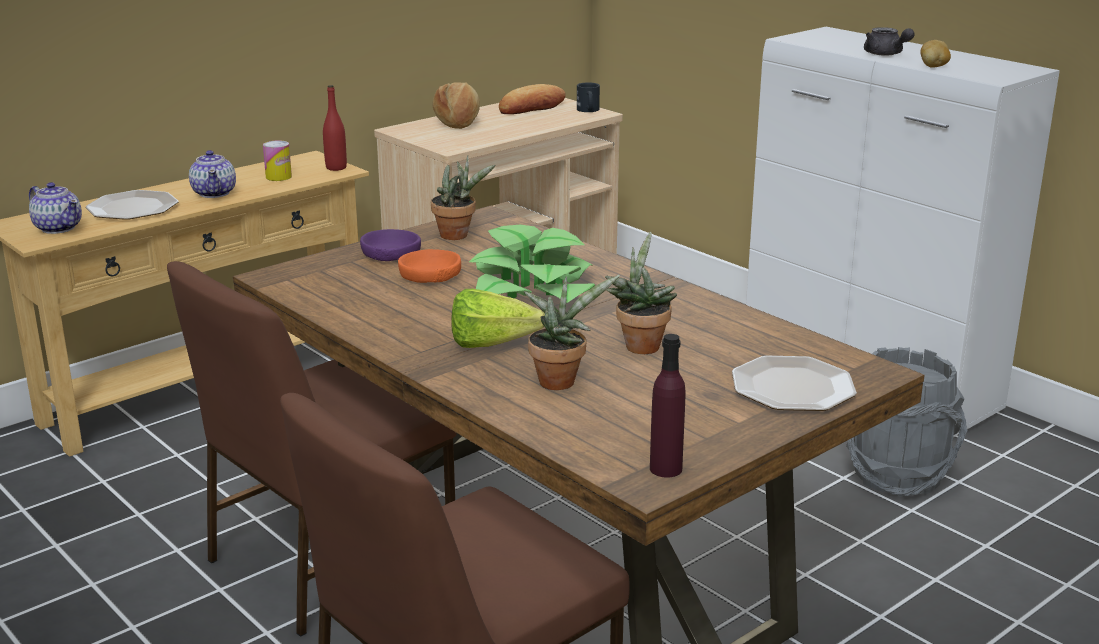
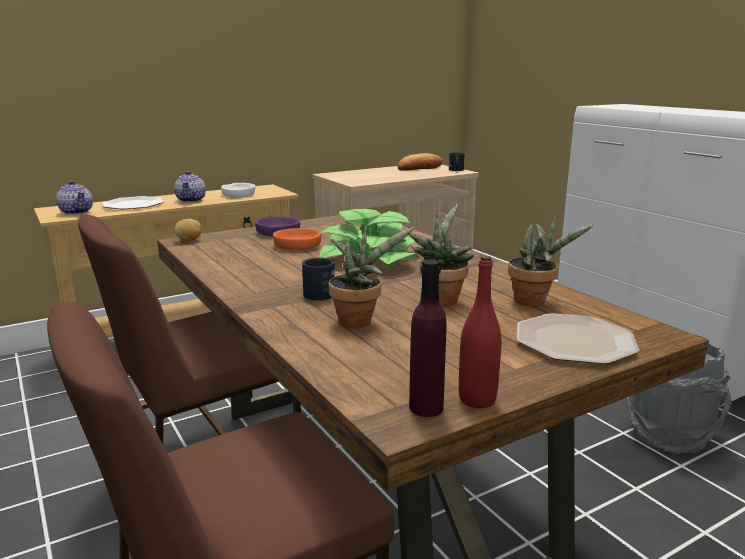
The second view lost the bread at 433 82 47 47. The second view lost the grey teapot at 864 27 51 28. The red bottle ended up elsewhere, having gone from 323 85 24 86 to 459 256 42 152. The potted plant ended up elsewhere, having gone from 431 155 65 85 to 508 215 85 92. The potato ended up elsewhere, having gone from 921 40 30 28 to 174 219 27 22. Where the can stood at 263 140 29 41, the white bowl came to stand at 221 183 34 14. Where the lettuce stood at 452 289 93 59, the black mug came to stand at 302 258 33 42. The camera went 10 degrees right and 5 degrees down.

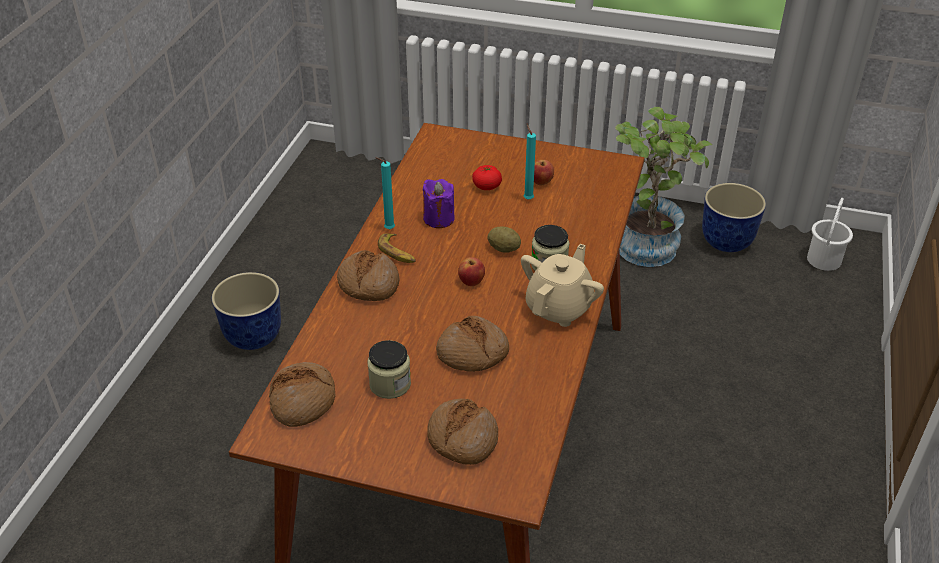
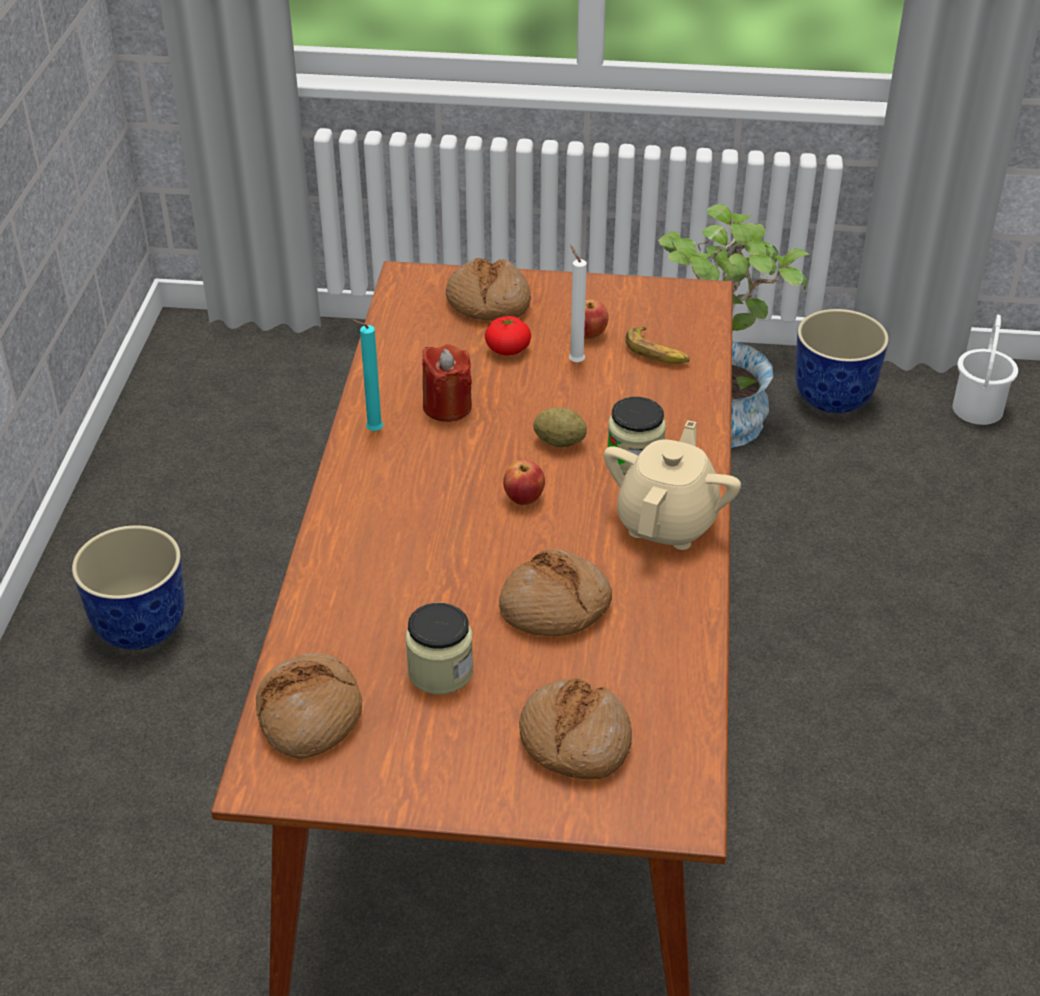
The bread ended up elsewhere, having gone from 337 250 62 51 to 446 258 86 63. The banana ended up elsewhere, having gone from 378 233 38 30 to 625 327 65 37. What was the purple candle at 423 179 32 49 turned into the red candle at 422 344 50 78. What was the turquoise candle at 523 124 13 76 turned into the white candle at 569 245 18 118. The camera went 10 degrees left and 0 degrees up.

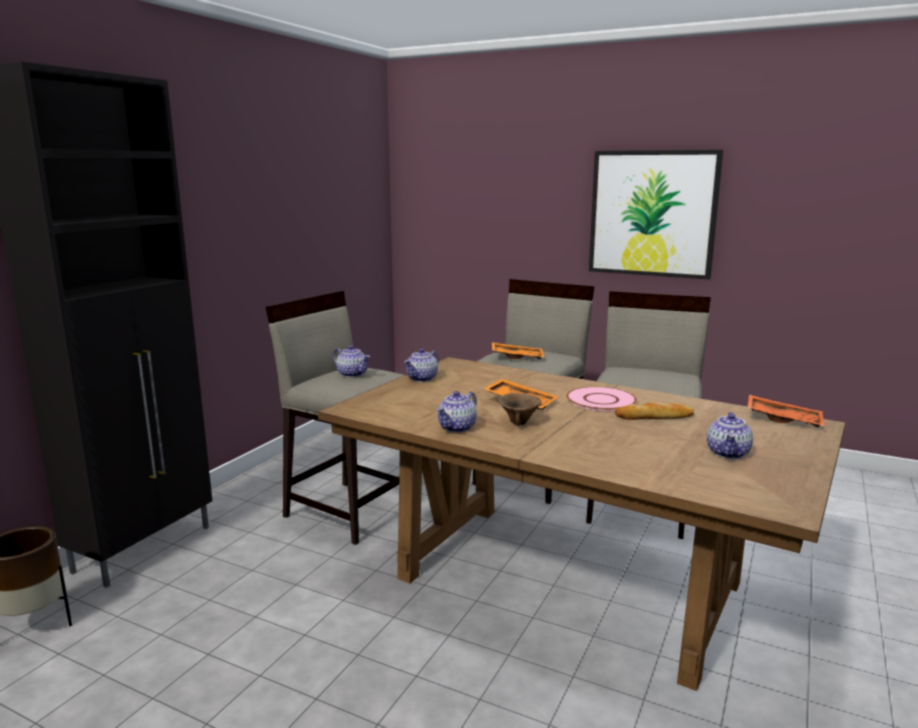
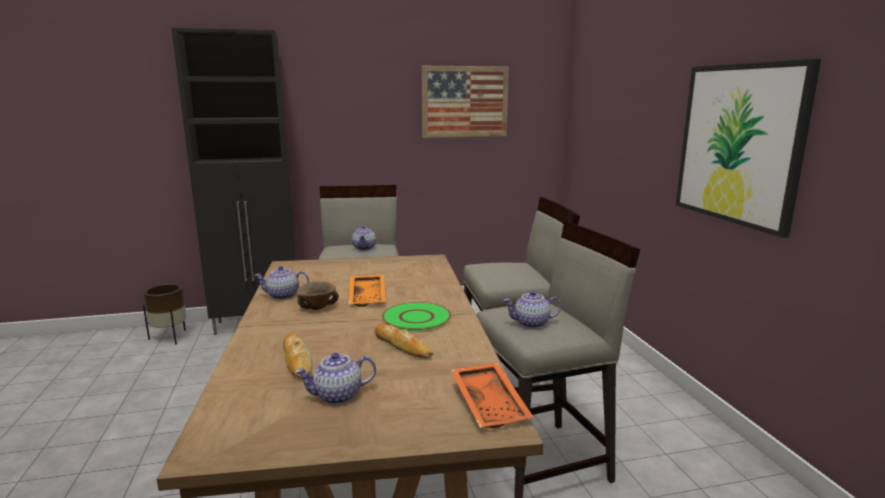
The second view lost the orange tray at 492 342 53 17. The second view gained the bread at 283 333 29 46. The second view gained the picture at 421 66 88 72. The teapot ended up elsewhere, having gone from 404 348 35 34 to 504 291 57 37. What was the pink plate at 566 387 71 24 turned into the green plate at 382 302 69 29. The camera went 50 degrees right and 0 degrees up.

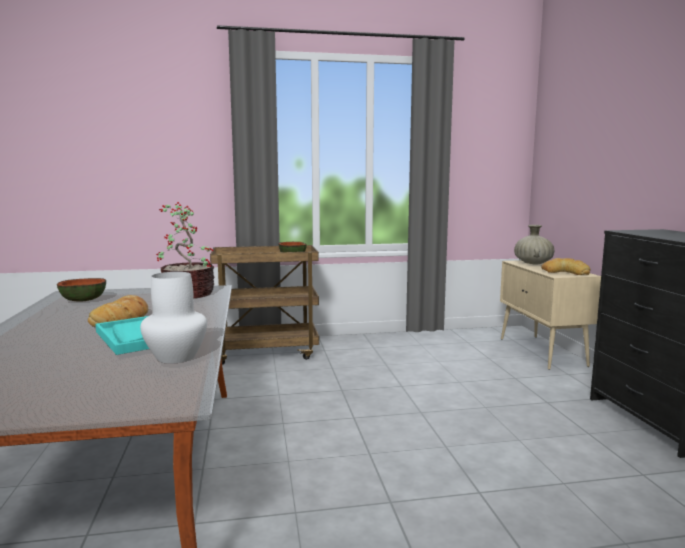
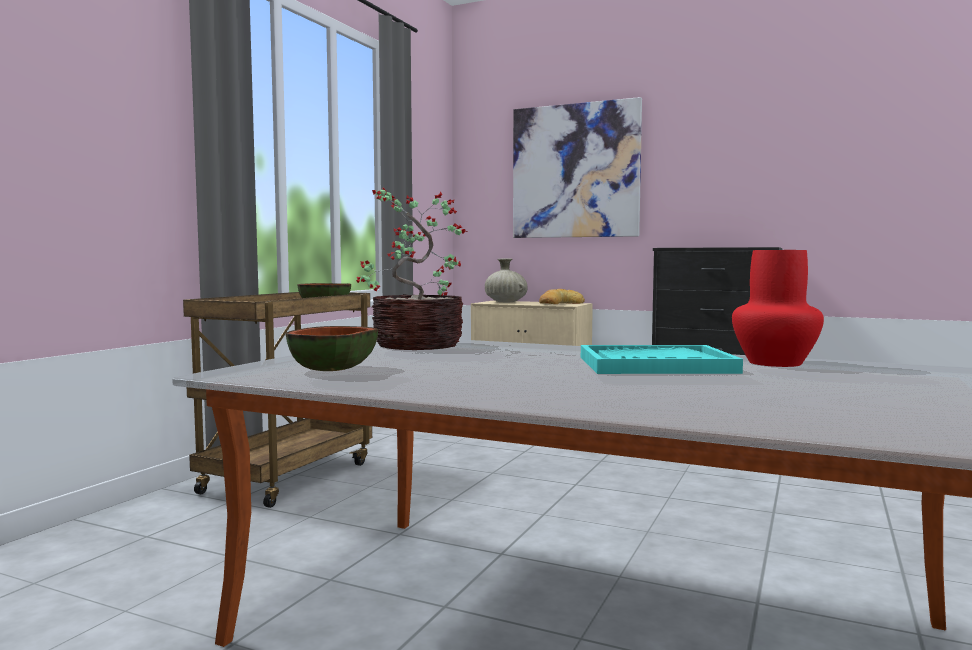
The second view lost the bread at 88 295 60 32. The second view gained the picture at 513 97 129 141. What was the white vase at 140 272 67 91 turned into the red vase at 732 250 92 117. The camera went 55 degrees left and 5 degrees down.

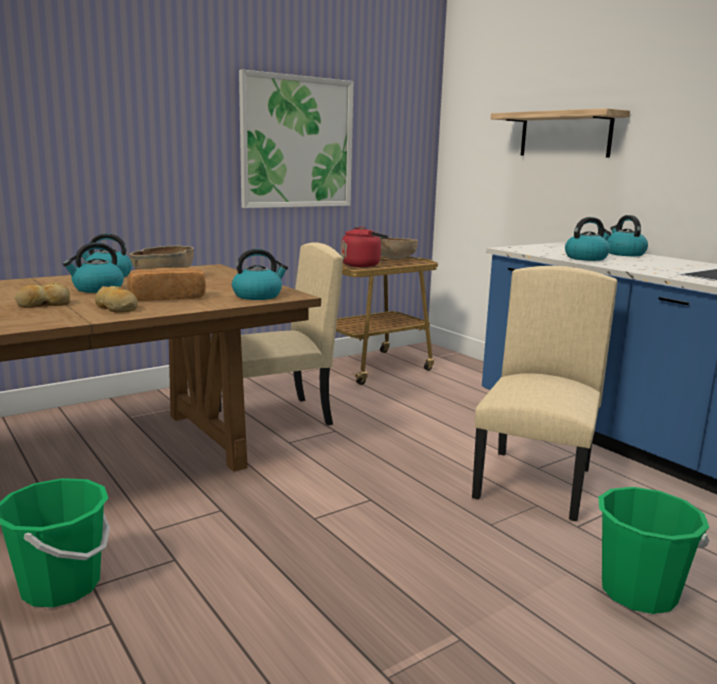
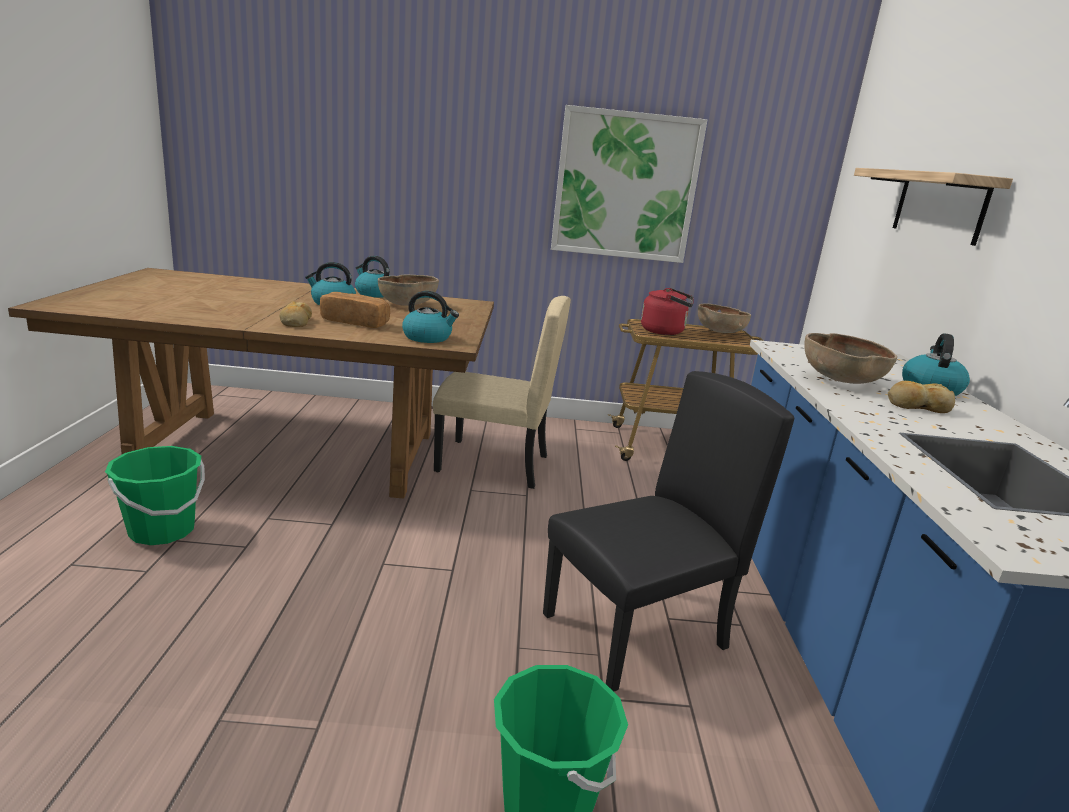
The bread ended up elsewhere, having gone from 15 283 56 25 to 888 381 67 32. Where the kettle stood at 565 217 46 44, the brown bowl came to stand at 804 333 93 51. What was the beige chair at 472 266 146 255 turned into the black chair at 543 371 251 321. The camera went 35 degrees right and 5 degrees up.

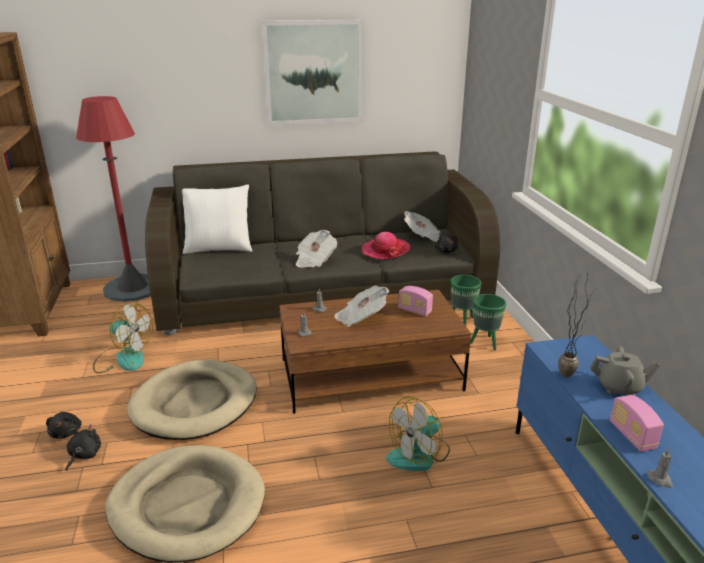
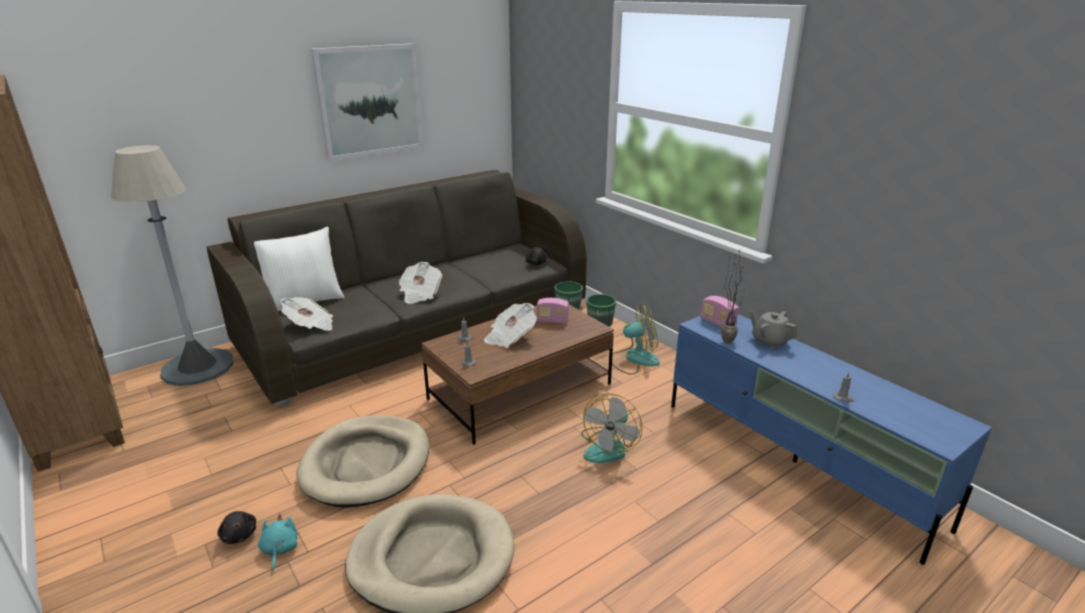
The second view lost the hat at 361 232 50 27. The fan ended up elsewhere, having gone from 93 302 60 71 to 612 303 48 72. The newspaper ended up elsewhere, having gone from 404 211 37 31 to 280 297 53 34. The radio ended up elsewhere, having gone from 610 395 54 57 to 700 296 39 31. What was the black plush toy at 66 424 35 47 turned into the turquoise plush toy at 258 514 39 57. What was the red floor lamp at 76 96 75 206 turned into the grey floor lamp at 111 145 123 241. The grey teapot at 590 346 70 50 ended up facing another way, 120 degrees counterclockwise from before. The camera went 25 degrees left and 0 degrees up.

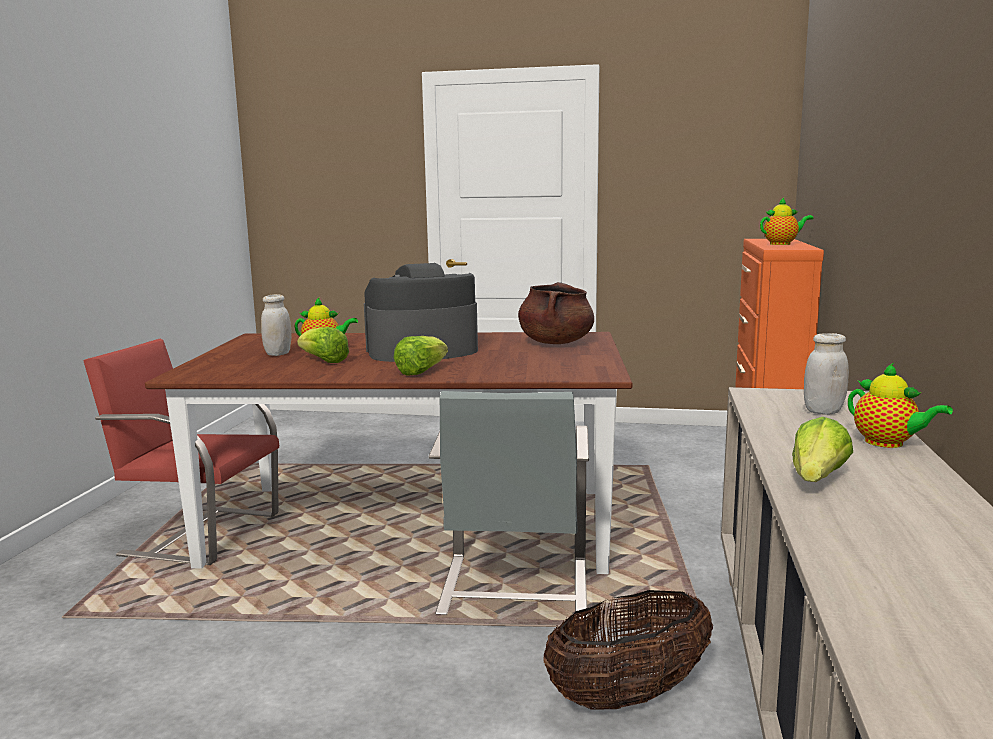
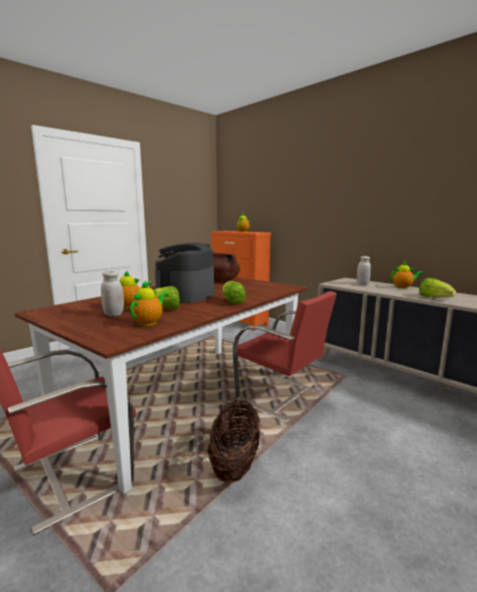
The second view gained the teapot at 130 281 38 45. The basket ended up elsewhere, having gone from 544 590 169 120 to 207 400 53 83. What was the grey chair at 429 391 160 229 turned into the red chair at 233 291 104 131. The camera went 55 degrees left and 0 degrees up.

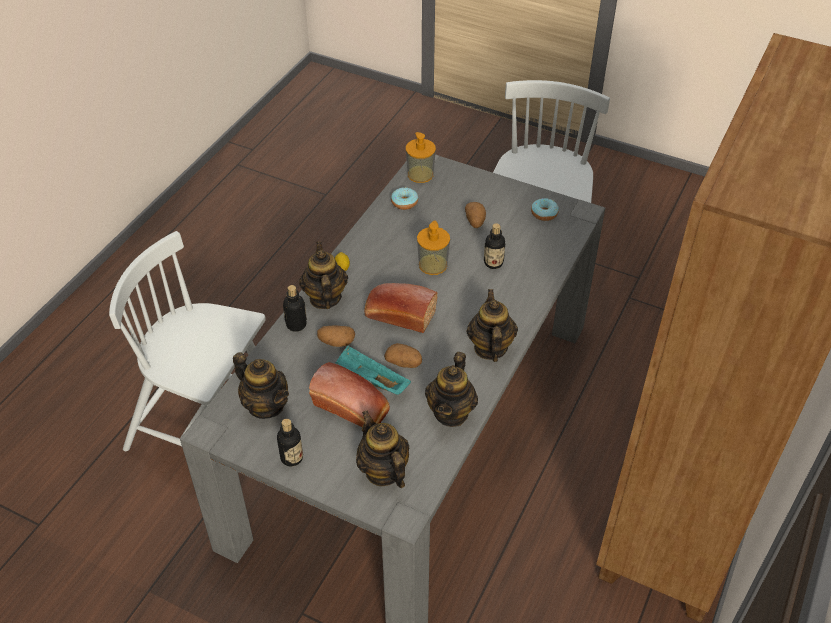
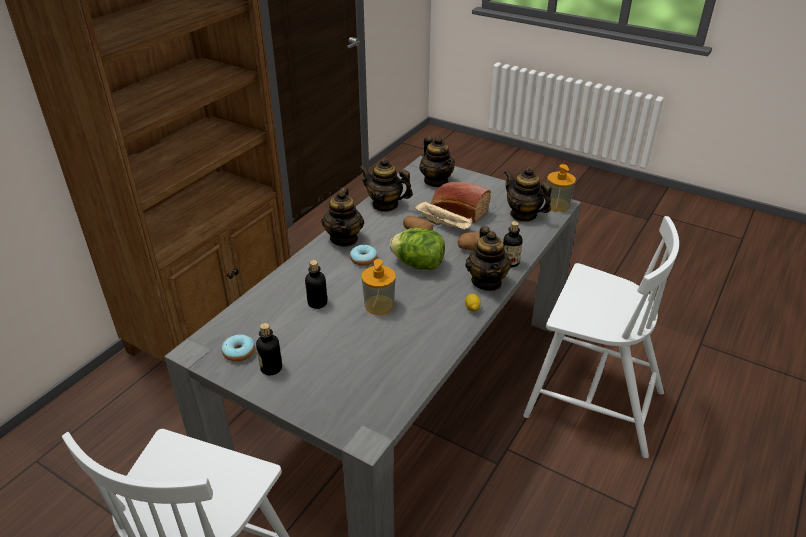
The second view lost the potato at 465 202 21 26. The bottle ended up elsewhere, having gone from 277 419 26 47 to 256 323 26 52. The donut ended up elsewhere, having gone from 391 187 27 23 to 350 245 27 21. The soap dispenser ended up elsewhere, having gone from 406 132 30 51 to 545 164 31 48. Where the bread stood at 364 283 73 50, the lettuce came to stand at 390 228 55 42. What was the turquoise tray at 336 346 75 49 turned into the beige tray at 414 201 59 29. The teapot at 425 352 53 75 ended up facing another way, 90 degrees counterclockwise from before. The camera went 175 degrees left and 10 degrees down.

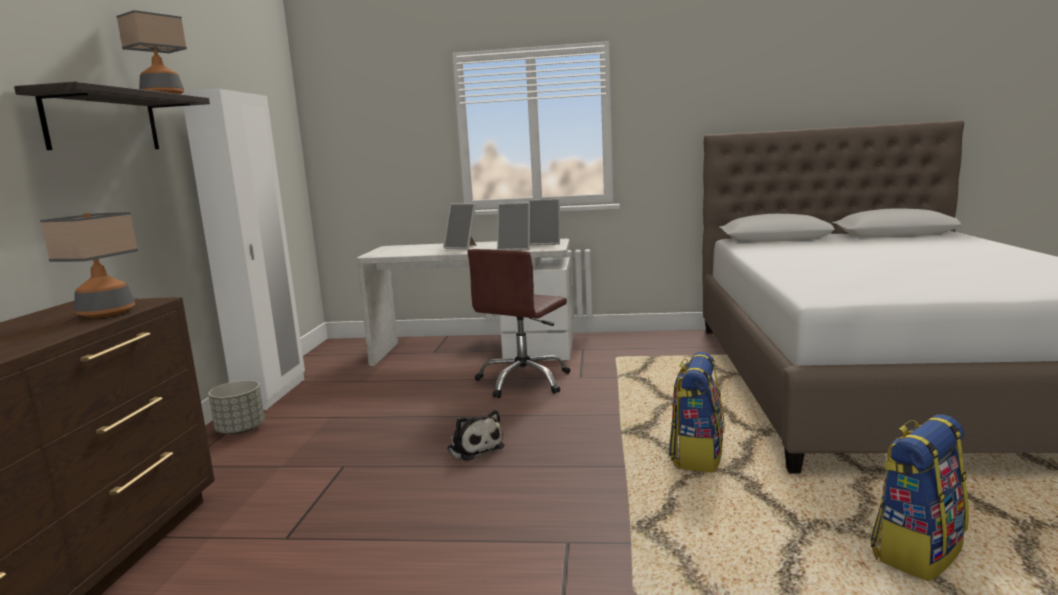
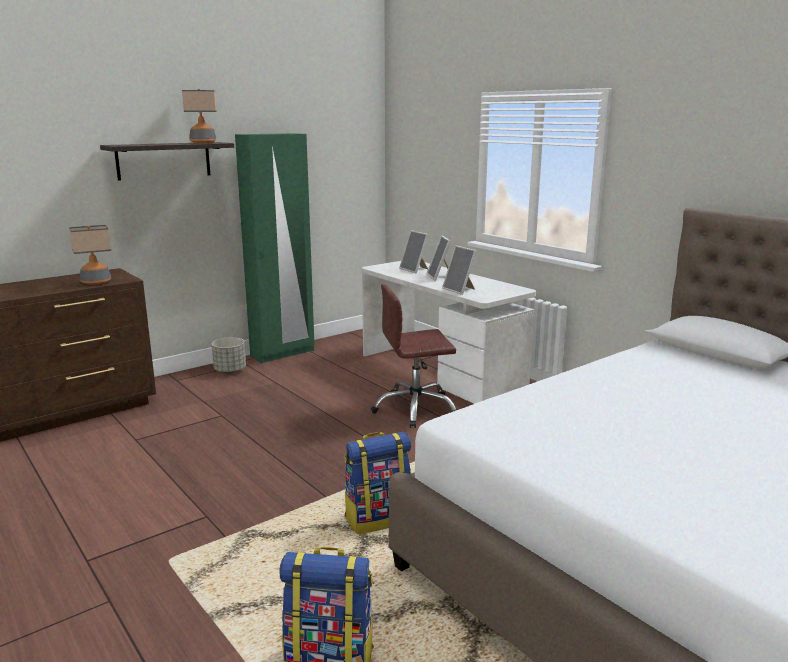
The second view lost the plush toy at 447 410 57 51. The picture frame ended up elsewhere, having gone from 529 199 31 46 to 399 230 29 43. What was the white wardrobe at 182 89 123 321 turned into the green wardrobe at 235 133 79 230. The camera went 45 degrees right and 5 degrees up.

